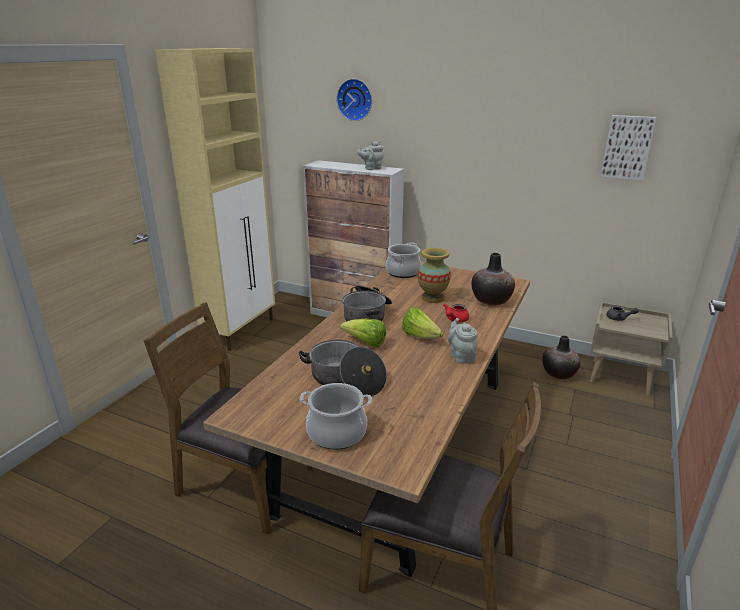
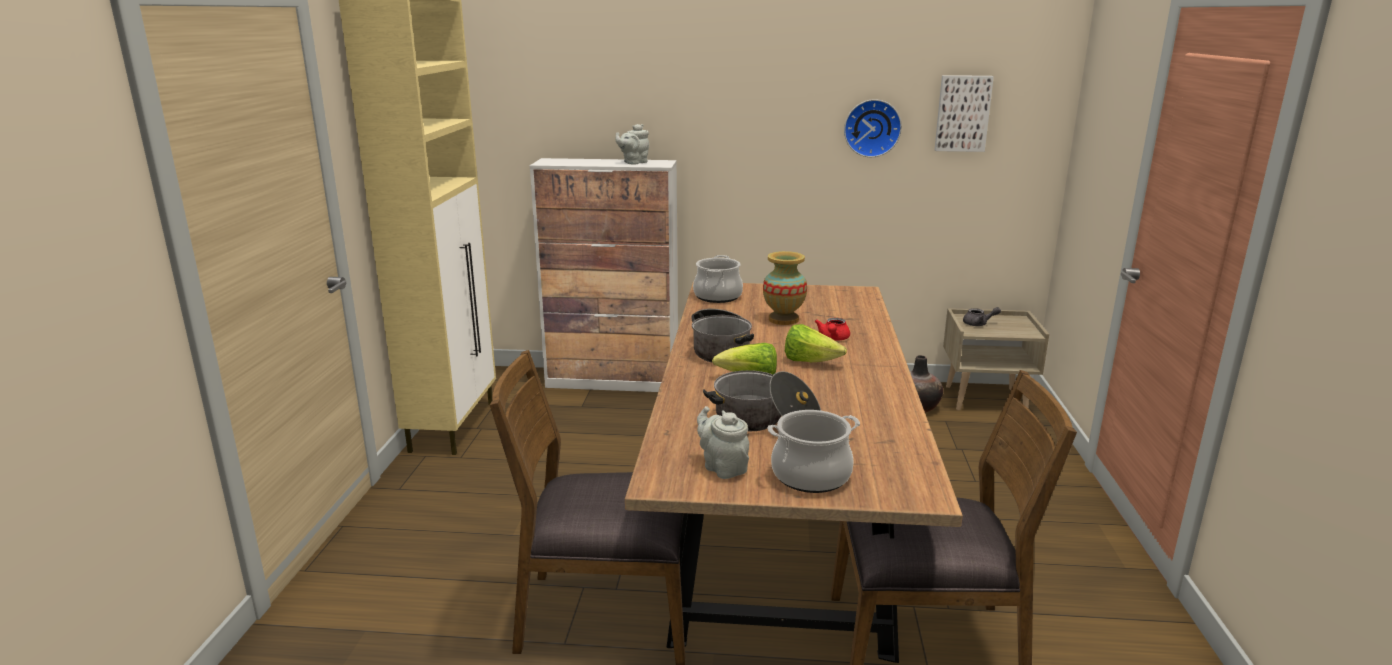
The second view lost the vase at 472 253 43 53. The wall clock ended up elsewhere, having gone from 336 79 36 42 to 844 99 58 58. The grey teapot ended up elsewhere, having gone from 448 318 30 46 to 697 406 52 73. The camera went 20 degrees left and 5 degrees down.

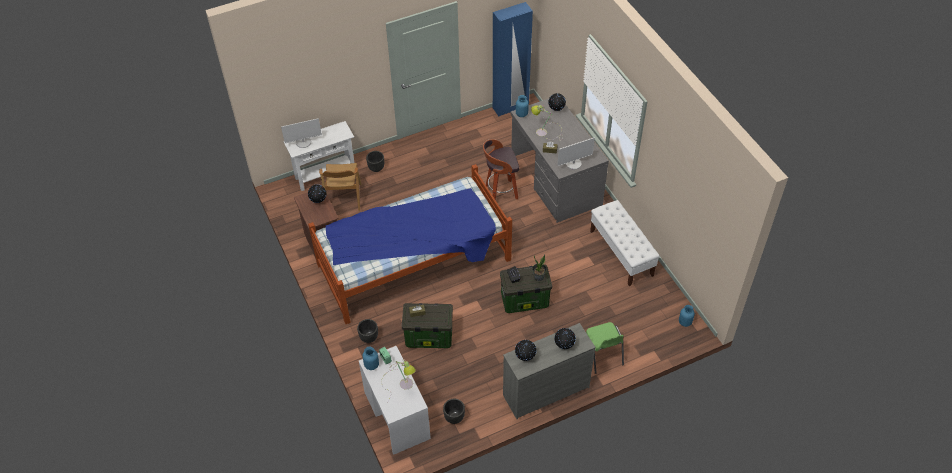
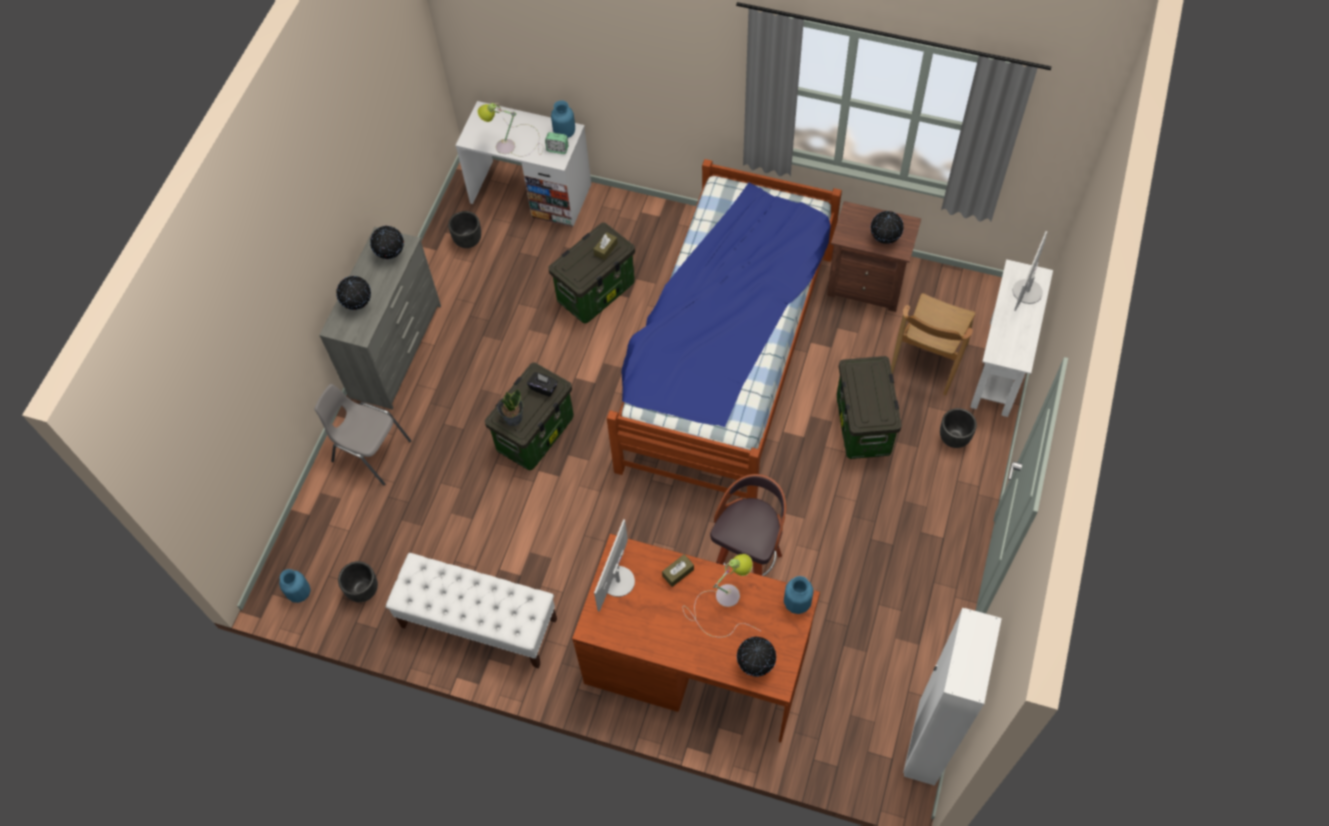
The second view gained the storage box at 837 356 65 103. The black planter ended up elsewhere, having gone from 357 319 21 24 to 338 561 40 41. What was the blue wardrobe at 493 2 40 114 turned into the white wardrobe at 903 608 99 178. What was the grey desk at 511 98 98 125 turned into the brown desk at 572 534 248 208. What was the green chair at 586 322 38 52 turned into the grey chair at 314 384 97 101. The brown chair at 319 163 42 48 ended up facing another way, 105 degrees counterclockwise from before. The camera went 135 degrees right and 10 degrees up.

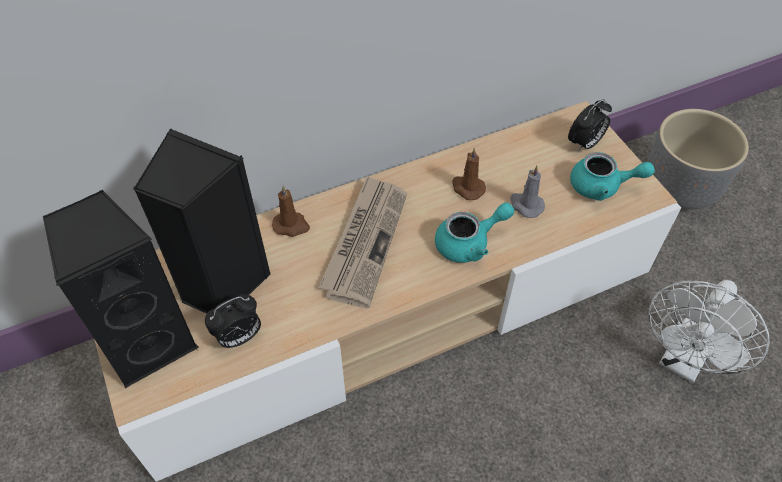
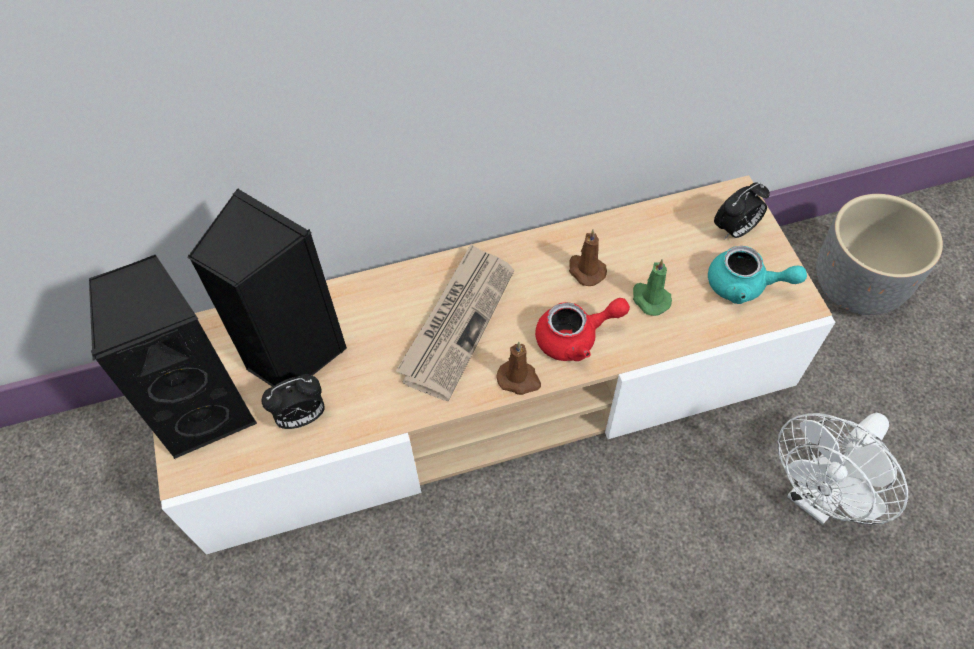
The brown candle ended up elsewhere, having gone from 272 185 38 52 to 497 342 44 53. What was the turquoise teapot at 435 202 79 61 turned into the red teapot at 535 298 95 63. What was the grey candle at 510 166 35 52 turned into the green candle at 633 259 39 57. The camera went 10 degrees right and 5 degrees up.

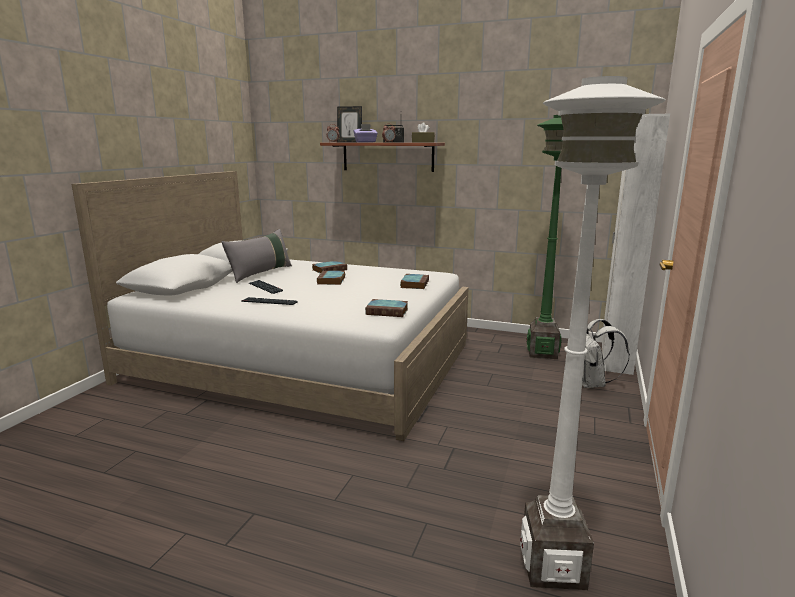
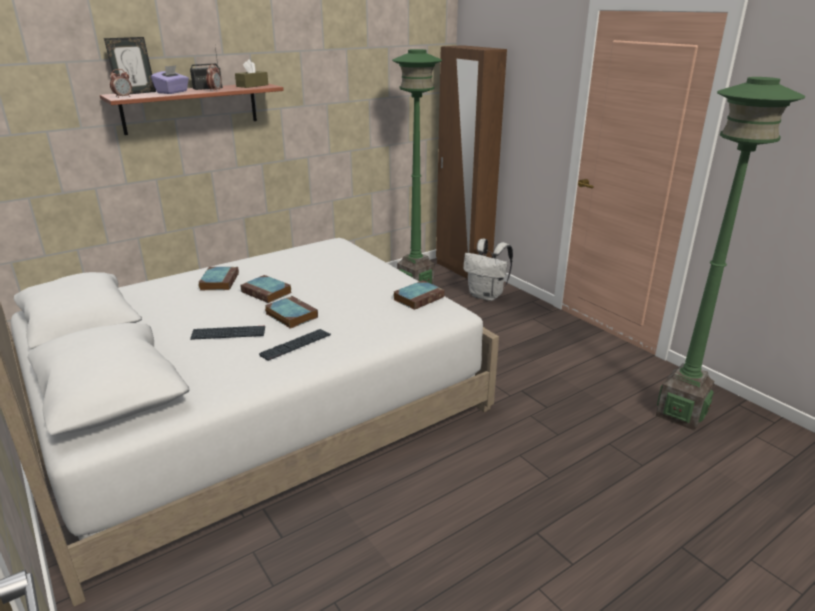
The second view lost the grey pillow at 221 229 71 54. The book ended up elsewhere, having gone from 400 274 29 15 to 265 296 53 33. What was the white floor lamp at 520 76 145 514 turned into the green floor lamp at 656 77 149 354. What was the white wardrobe at 602 114 68 261 turned into the brown wardrobe at 436 45 71 234. The camera went 55 degrees left and 10 degrees up.

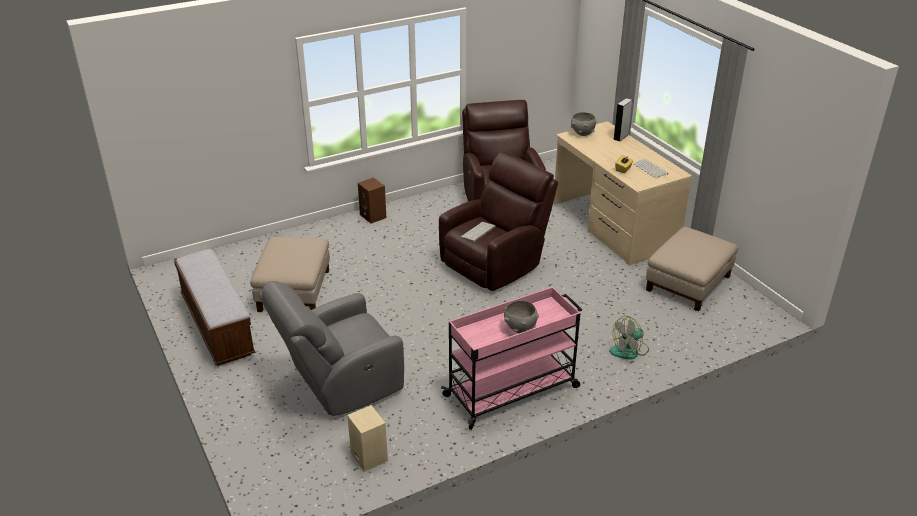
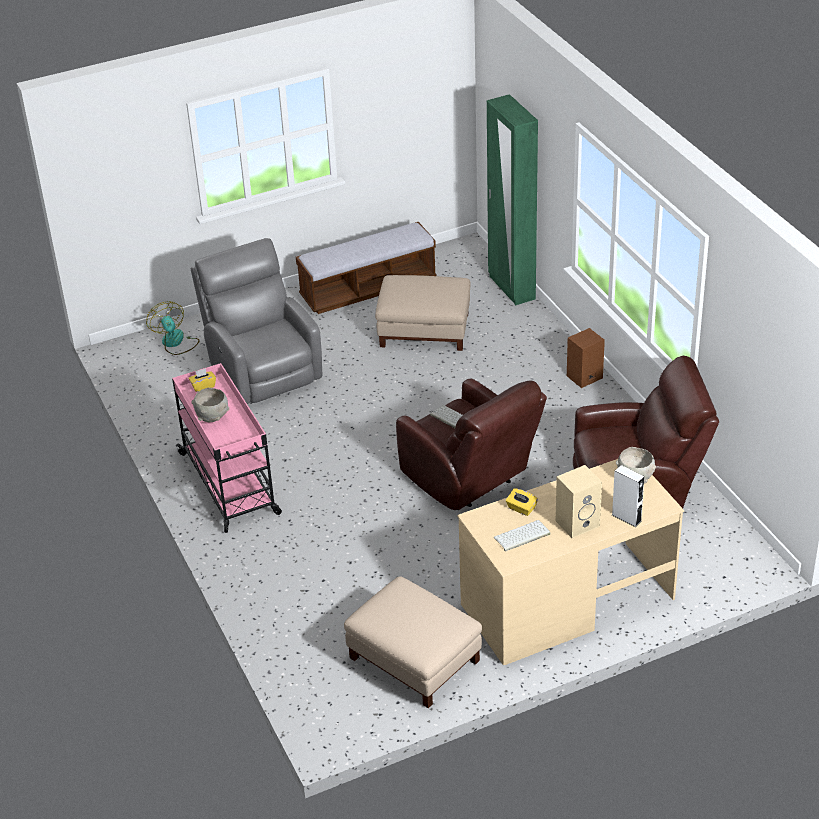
The second view gained the yellow tissue box at 189 368 27 24. The second view gained the green wardrobe at 487 94 51 212. The beige speaker ended up elsewhere, having gone from 347 405 41 67 to 556 465 46 73. The fan ended up elsewhere, having gone from 609 316 40 44 to 146 301 53 54. The camera went 95 degrees right and 5 degrees up.

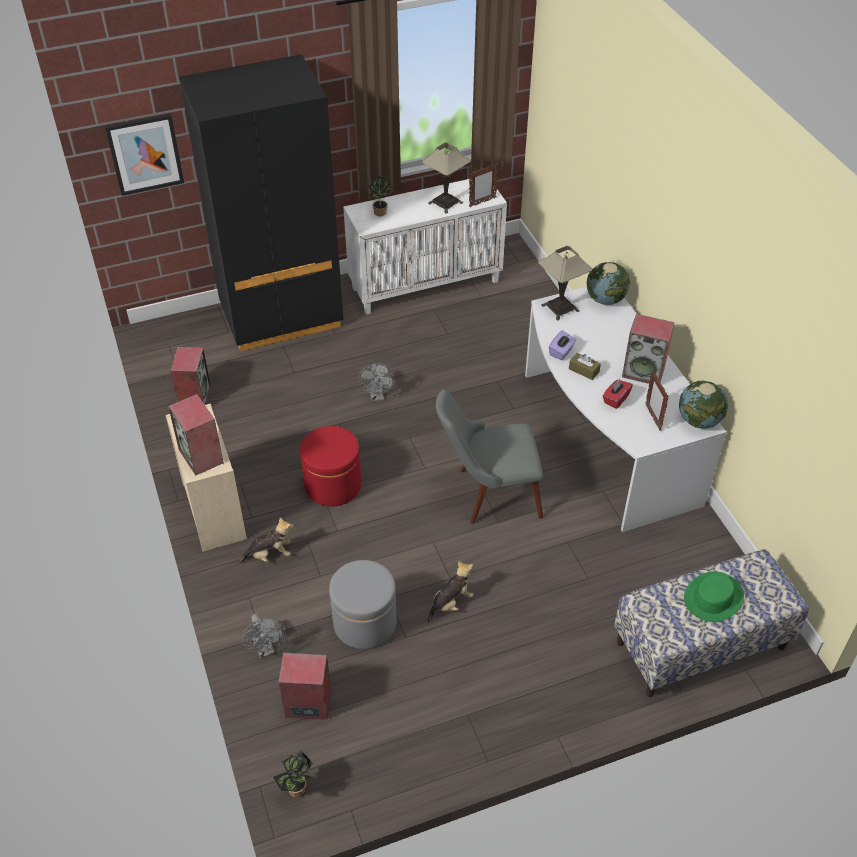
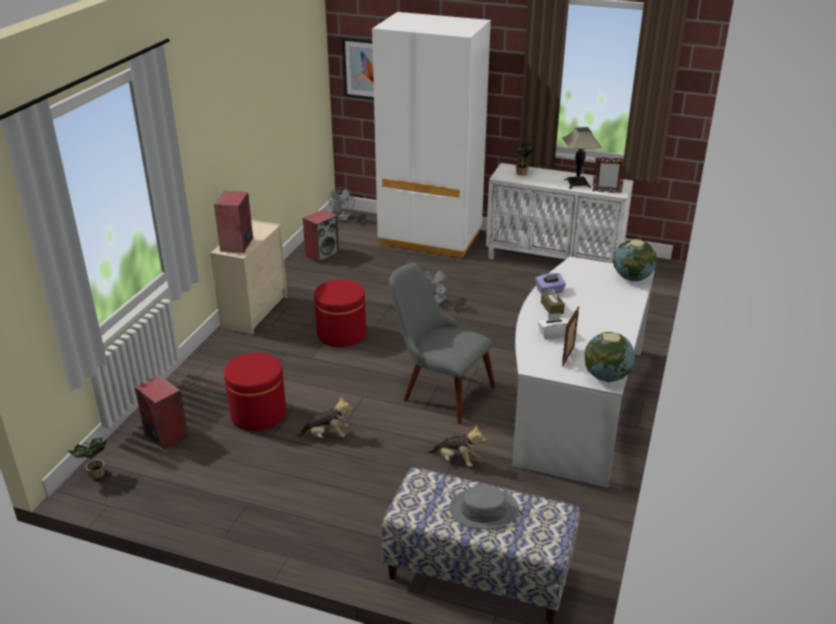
The second view lost the table lamp at 538 246 55 75. The second view lost the speaker at 622 314 53 70. The plush toy ended up elsewhere, having gone from 239 517 55 46 to 428 425 58 42. The grey fan ended up elsewhere, having gone from 241 614 44 45 to 329 187 26 34. What was the black wardrobe at 179 54 165 297 turned into the white wardrobe at 372 12 119 246. What was the grey ottoman at 329 560 68 89 turned into the red ottoman at 224 353 62 78. What was the red tissue box at 603 379 30 30 turned into the white tissue box at 538 313 31 26. What was the green hat at 684 571 60 51 turned into the grey hat at 449 485 70 44. The camera went 40 degrees right and 15 degrees down.

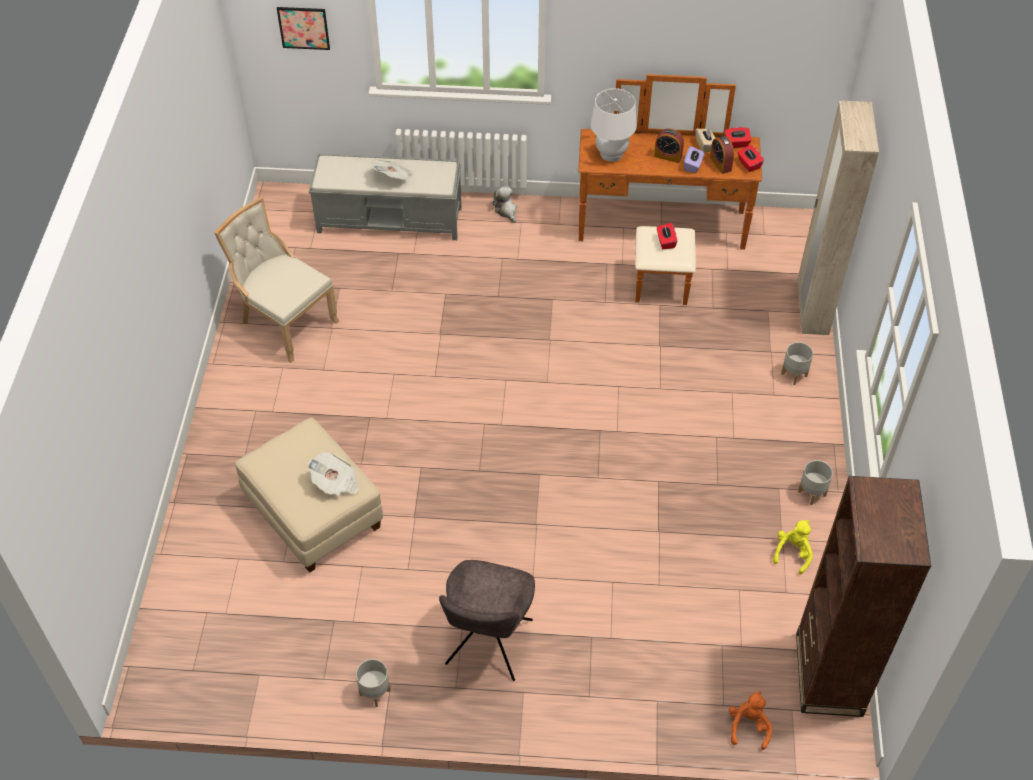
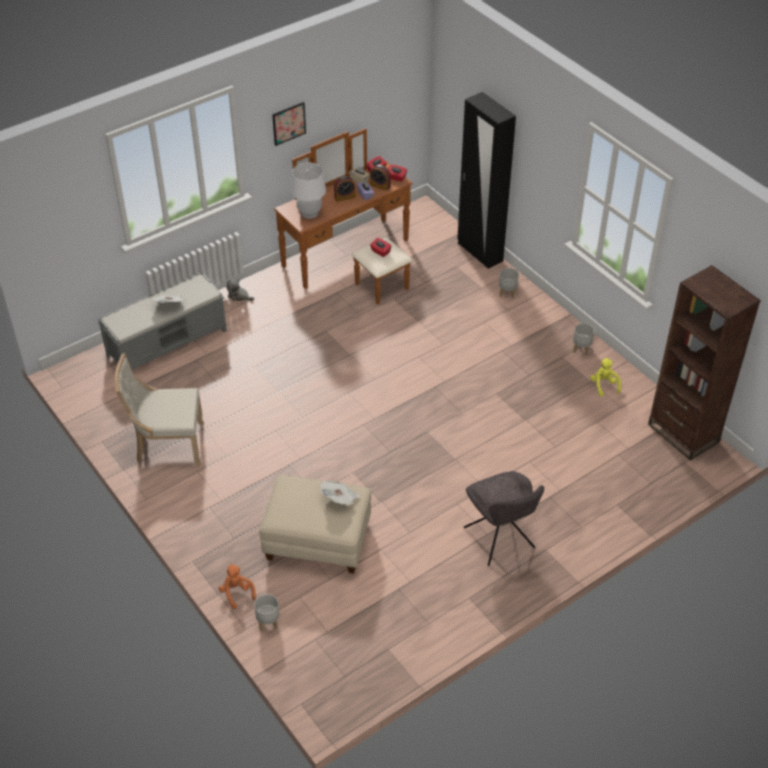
The picture ended up elsewhere, having gone from 277 7 53 43 to 272 102 34 44. The grey planter ended up elsewhere, having gone from 356 659 35 48 to 254 594 25 36. The orange plush toy ended up elsewhere, having gone from 729 691 43 59 to 218 564 38 45. What was the beige wardrobe at 797 101 82 234 turned into the black wardrobe at 457 92 59 177. The camera went 40 degrees left and 5 degrees down.

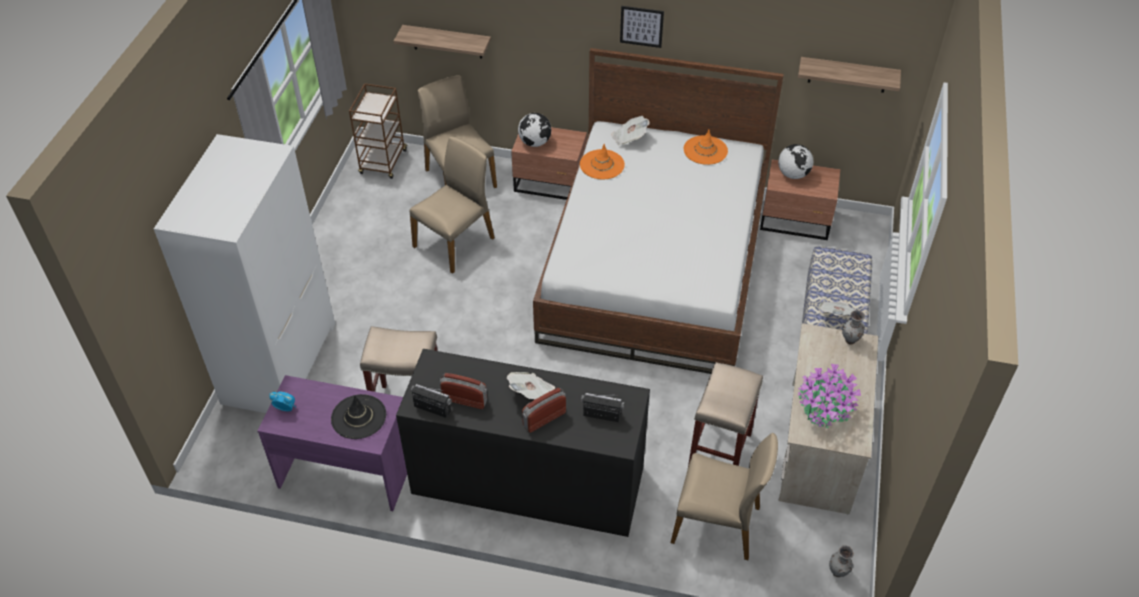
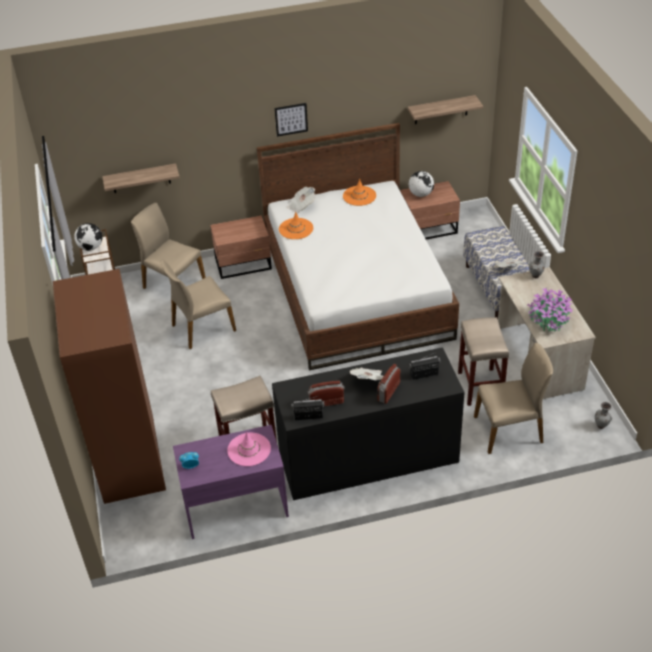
The globe ended up elsewhere, having gone from 518 113 33 34 to 74 223 28 28. What was the white wardrobe at 154 134 181 279 turned into the brown wardrobe at 53 269 113 235. What was the black hat at 331 394 55 45 turned into the pink hat at 227 431 44 35. The beige chair at 409 137 86 137 ended up facing another way, 135 degrees counterclockwise from before. The camera went 25 degrees left and 5 degrees down.

